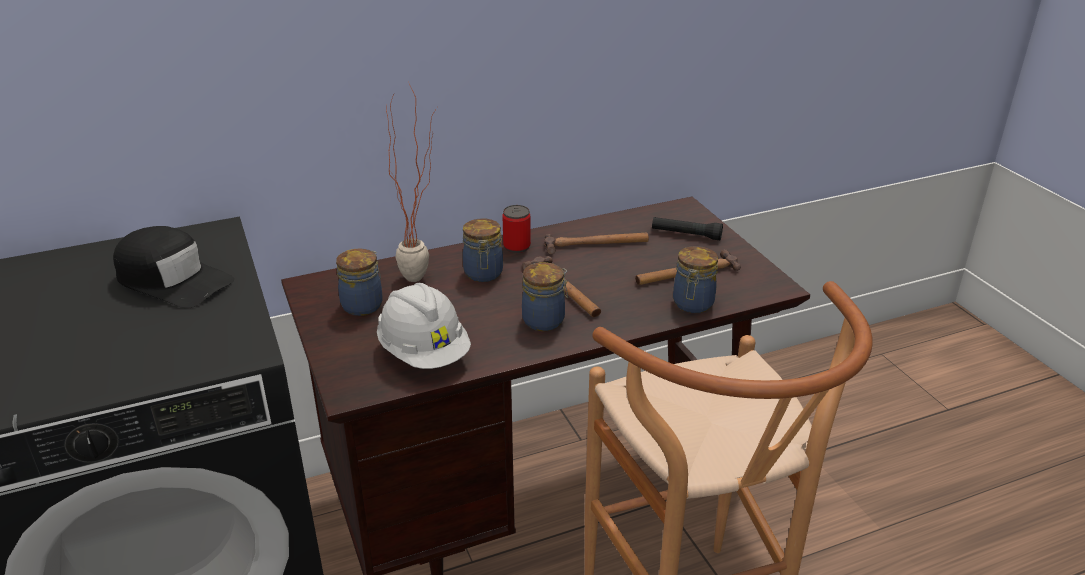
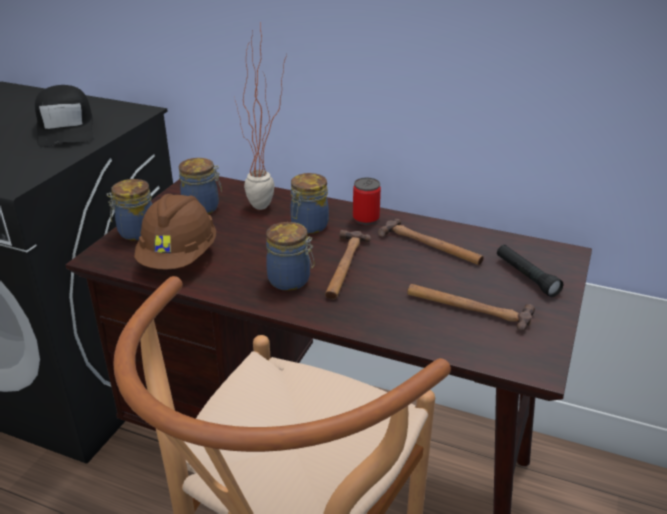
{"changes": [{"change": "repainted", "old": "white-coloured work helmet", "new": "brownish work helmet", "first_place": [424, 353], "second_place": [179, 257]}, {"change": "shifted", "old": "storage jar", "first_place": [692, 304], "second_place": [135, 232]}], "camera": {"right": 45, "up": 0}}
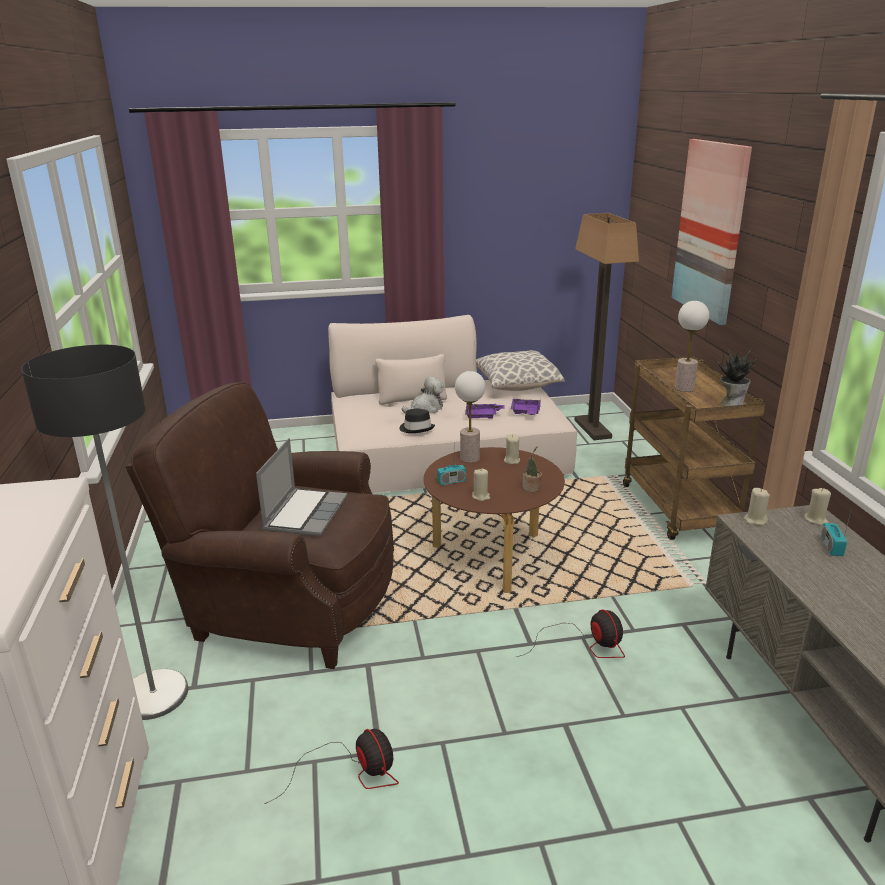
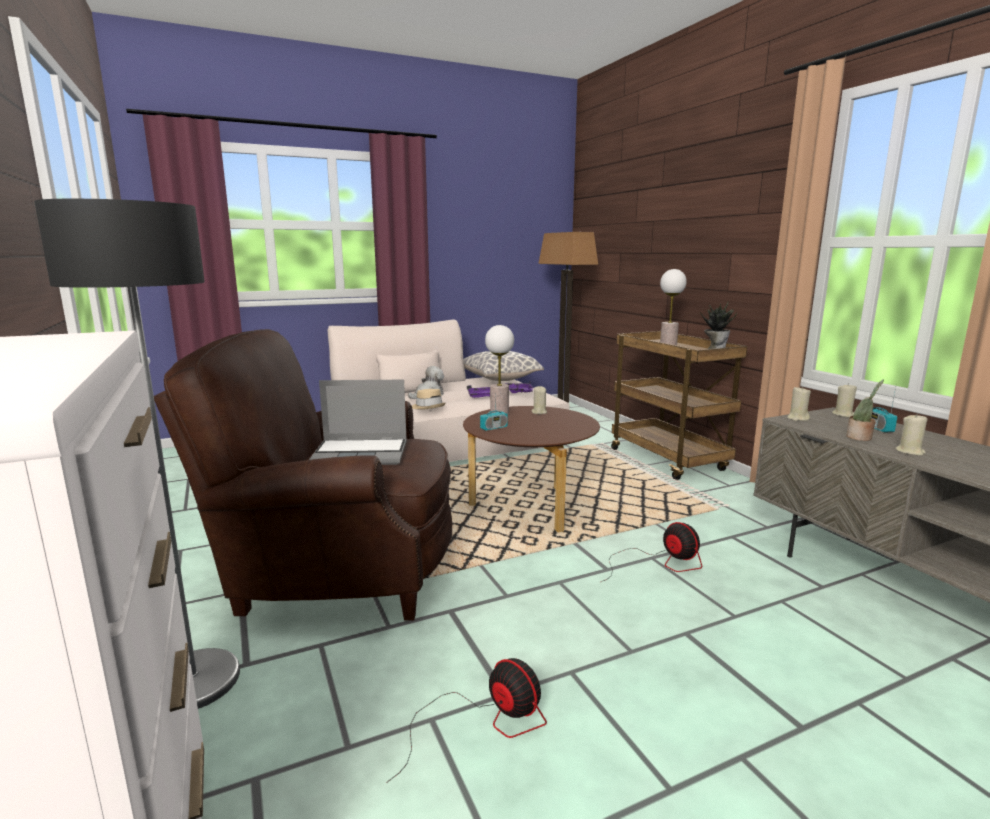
{"changes": [{"change": "rotated", "old": "notebook computer", "first_place": [305, 513], "second_place": [362, 453], "degrees": 90}, {"change": "repainted", "old": "blackish clothing hat", "new": "sand-coloured clothing hat", "first_place": [416, 428], "second_place": [428, 407]}, {"change": "shifted", "old": "sand-coloured wax light", "first_place": [481, 496], "second_place": [910, 452]}, {"change": "shifted", "old": "houseplant", "first_place": [532, 488], "second_place": [860, 438]}, {"change": "gone", "old": "wall art", "first_place": [710, 230]}], "camera": {"right": -15, "up": -10}}
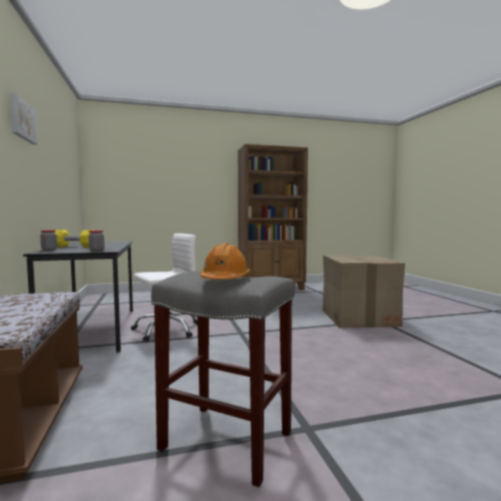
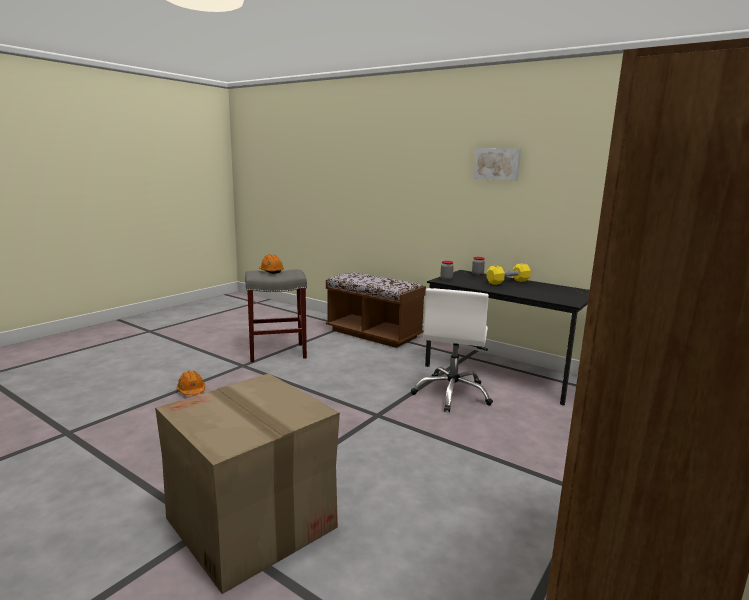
{"changes": [{"change": "new", "new": "orange-coloured work helmet", "second_place": [191, 390]}], "camera": {"right": 140, "up": 10}}
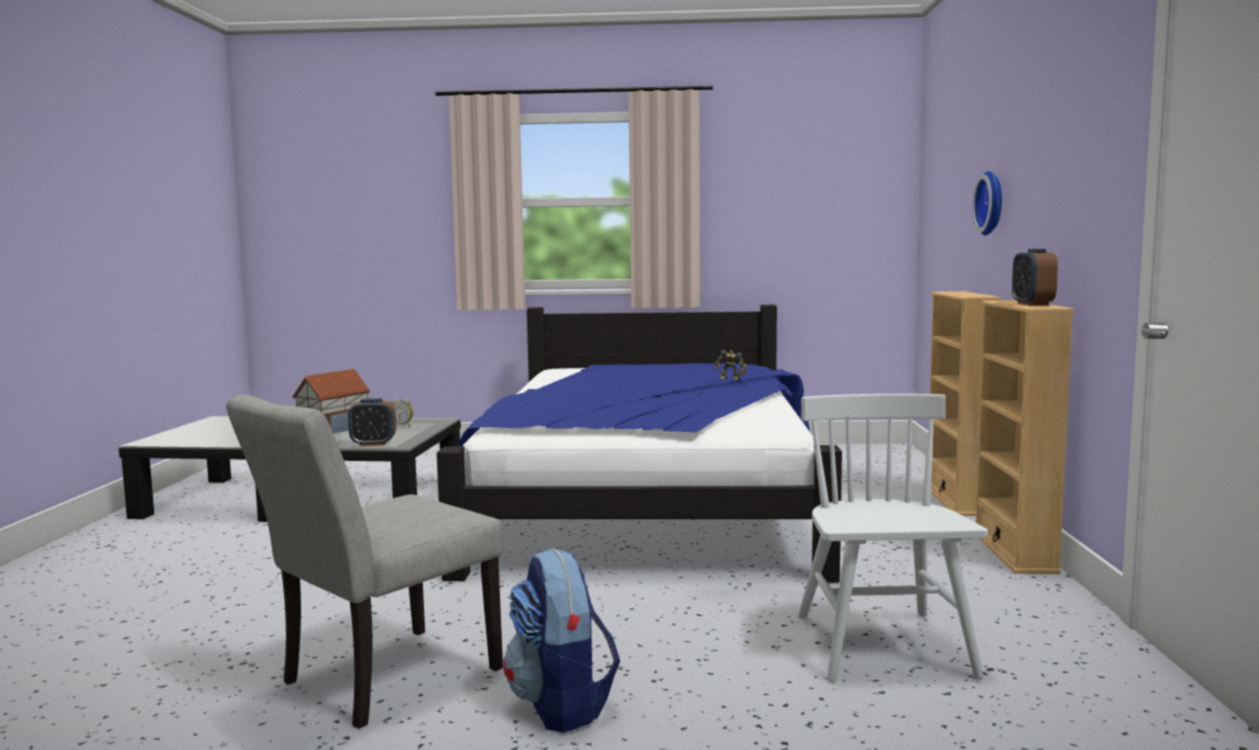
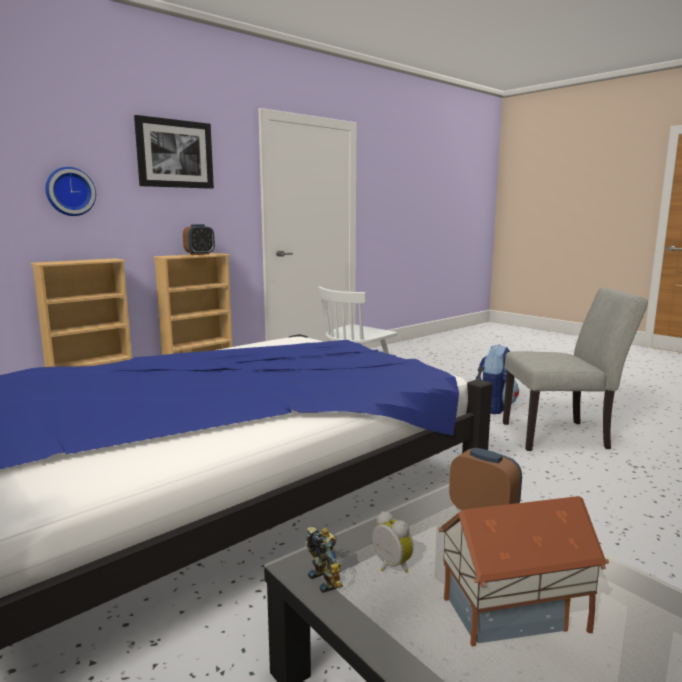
{"changes": [{"change": "shifted", "old": "model robot", "first_place": [730, 379], "second_place": [327, 579]}, {"change": "new", "new": "wall art", "second_place": [175, 154]}], "camera": {"right": -135, "up": 5}}
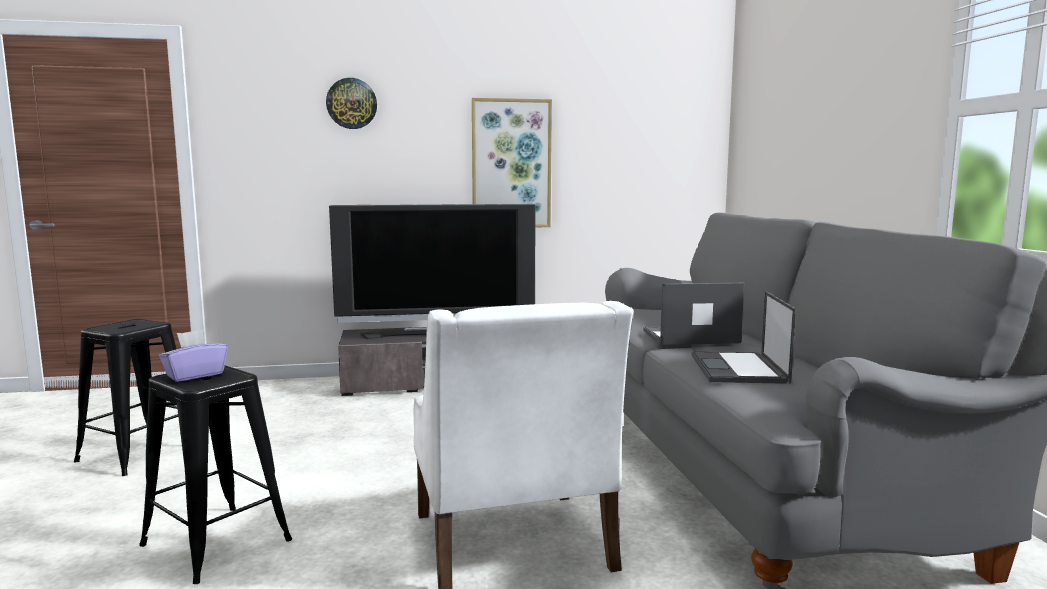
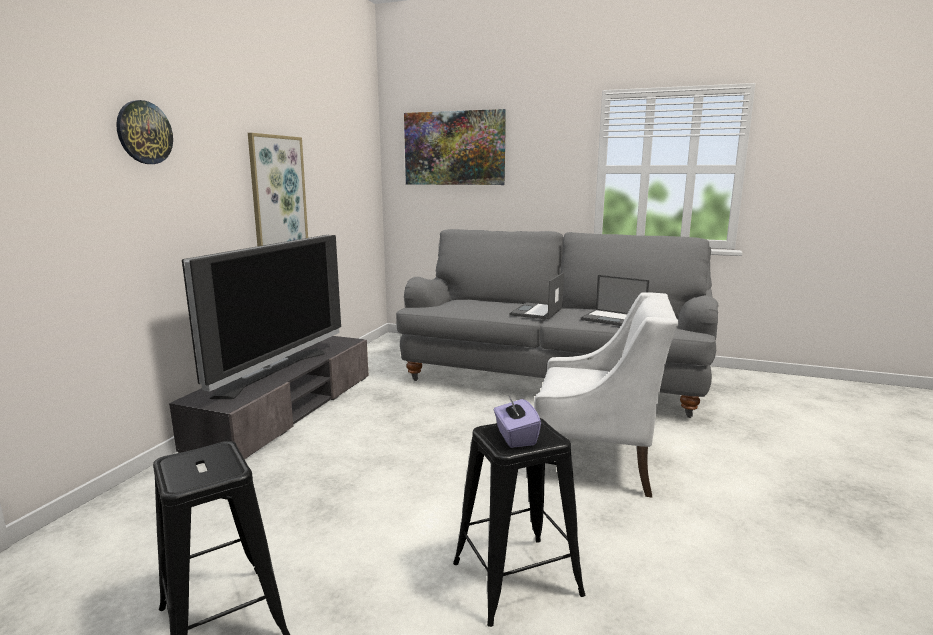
{"changes": [{"change": "new", "new": "wall art", "second_place": [454, 148]}], "camera": {"right": -60, "up": 5}}
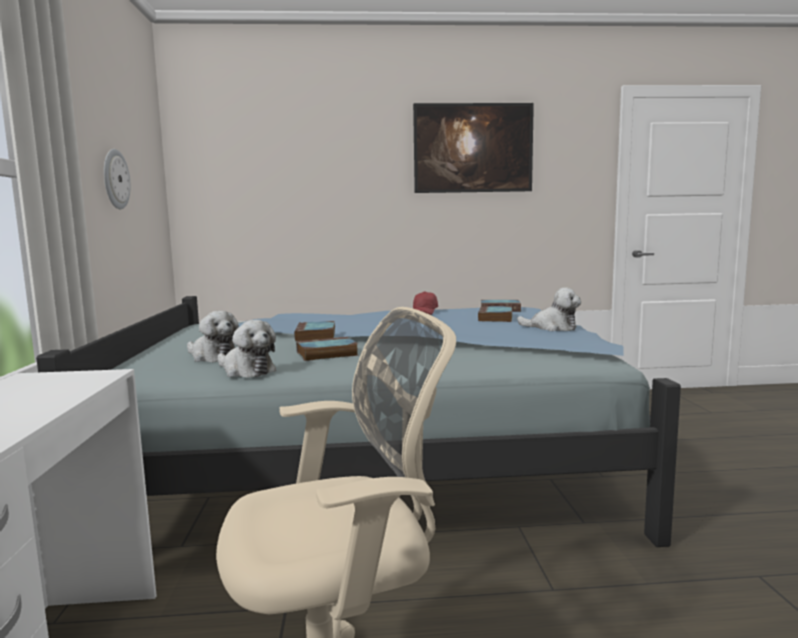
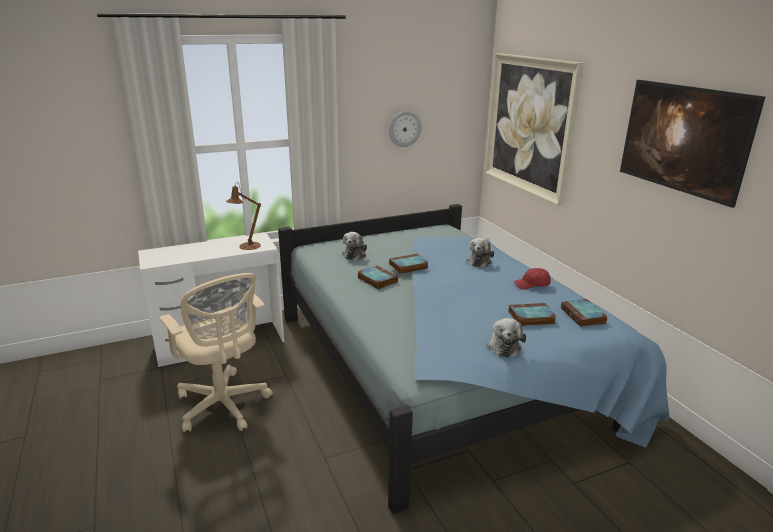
{"changes": [{"change": "shifted", "old": "soft toy", "first_place": [246, 371], "second_place": [479, 261]}, {"change": "new", "new": "brownish lamp for a table", "second_place": [247, 247]}, {"change": "new", "new": "wall art", "second_place": [529, 125]}], "camera": {"right": 70, "up": 15}}
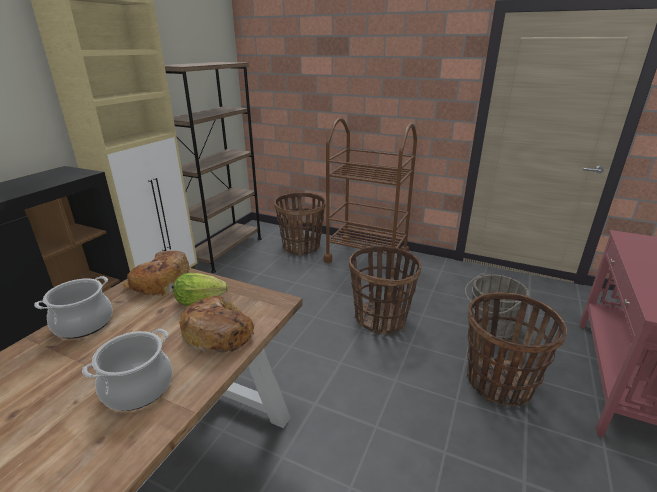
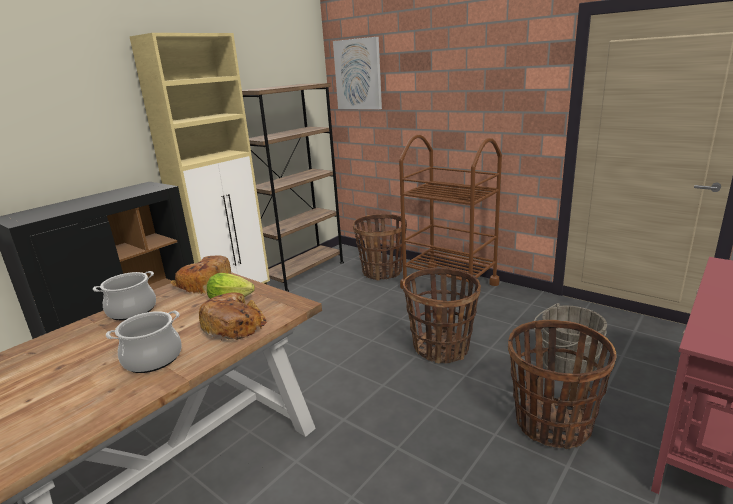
{"changes": [{"change": "new", "new": "wall art", "second_place": [358, 74]}], "camera": {"right": 15, "up": -5}}
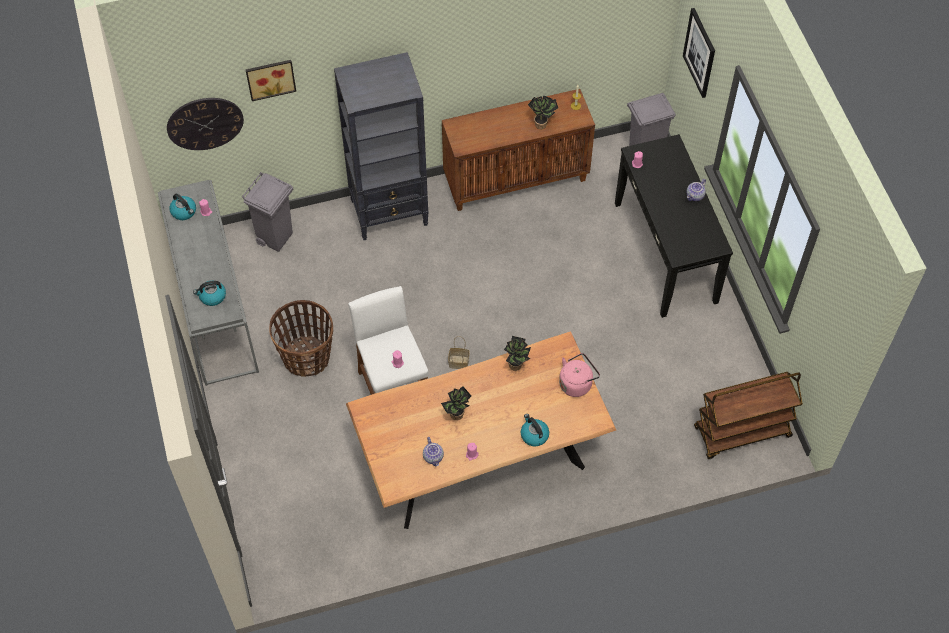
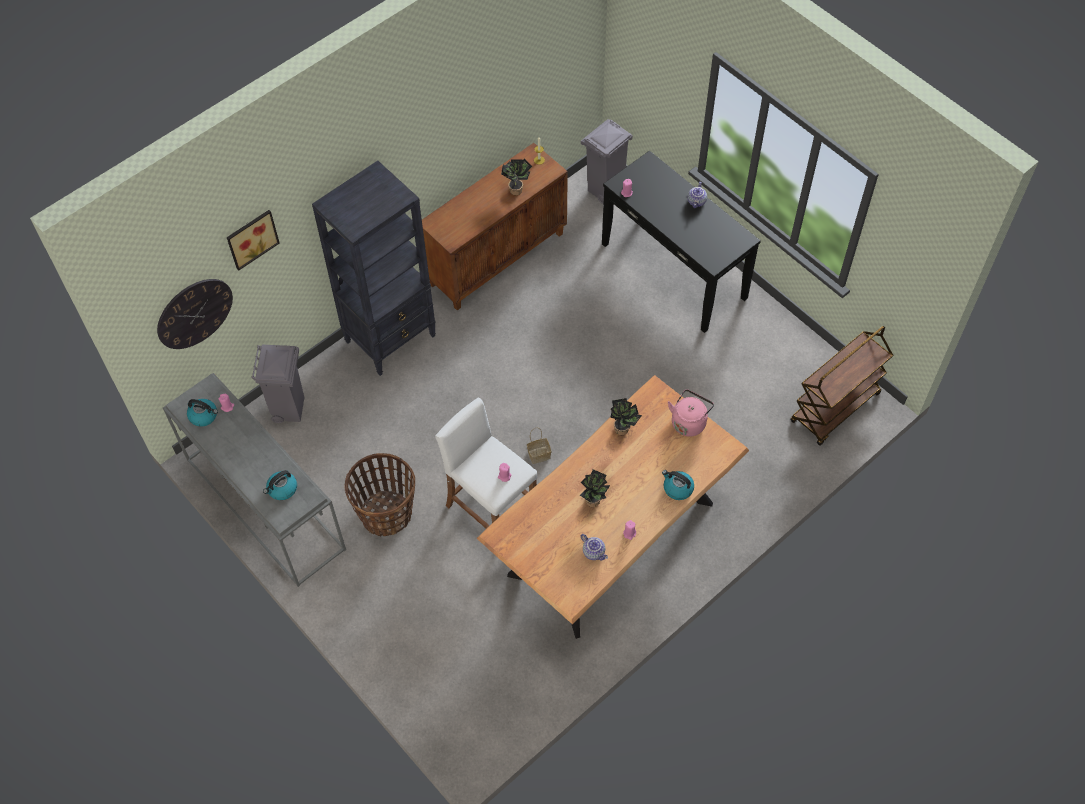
{"changes": [{"change": "gone", "old": "wall art", "first_place": [700, 53]}], "camera": {"right": -25, "up": 0}}
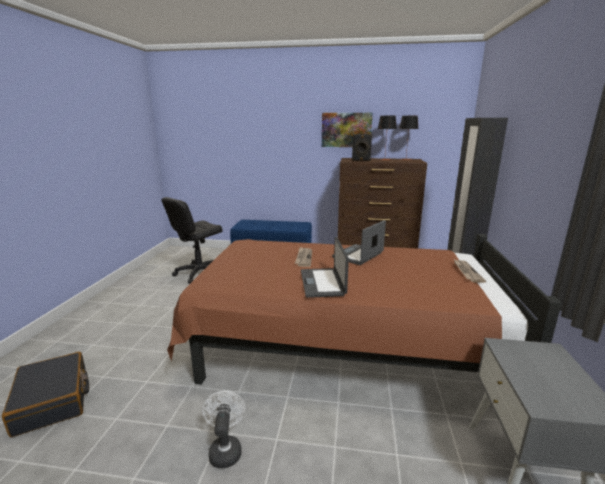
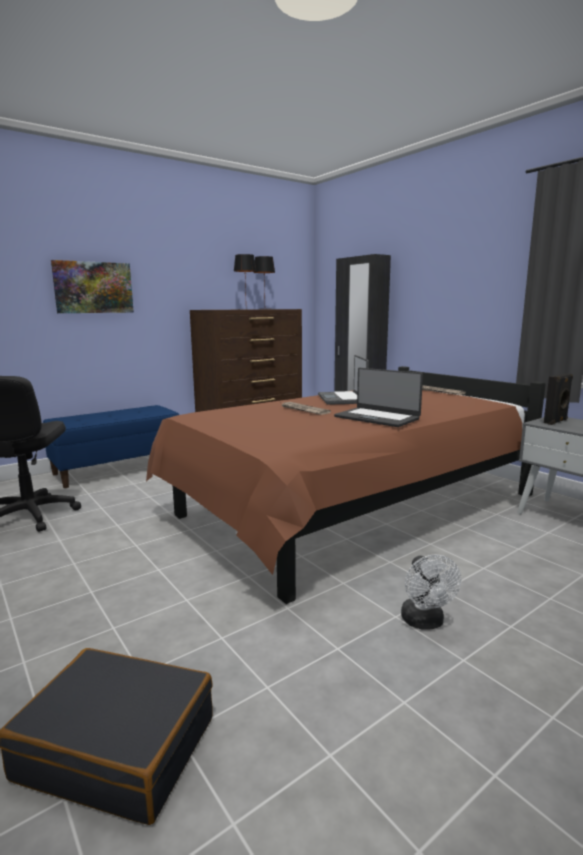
{"changes": [{"change": "rotated", "old": "white-coloured electric fan", "first_place": [225, 449], "second_place": [425, 622], "degrees": -135}, {"change": "shifted", "old": "wall art", "first_place": [346, 130], "second_place": [93, 287]}, {"change": "shifted", "old": "blackish speaker", "first_place": [361, 160], "second_place": [556, 421]}], "camera": {"right": -45, "up": -5}}
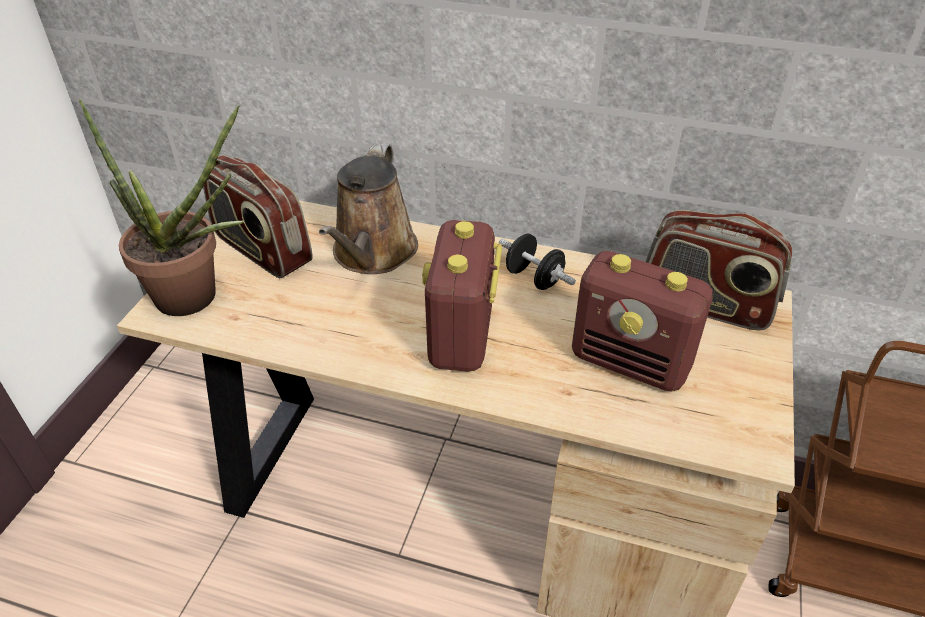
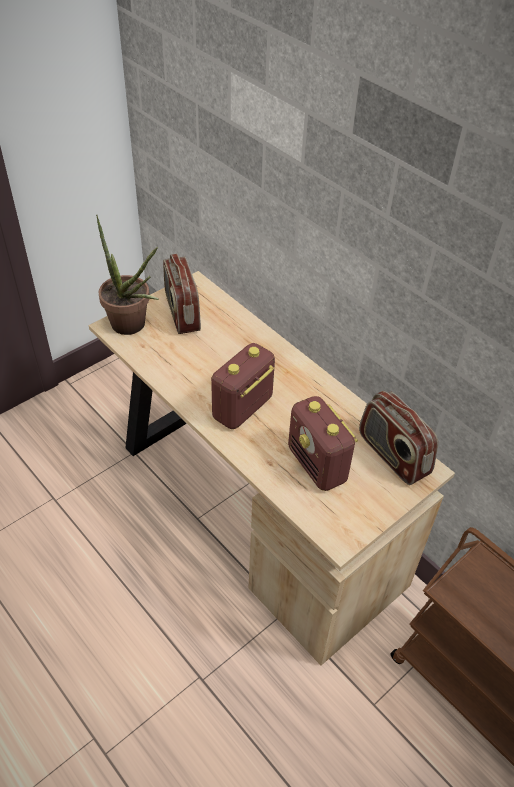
{"changes": [{"change": "gone", "old": "brownish sprinkling can", "first_place": [372, 254]}, {"change": "gone", "old": "blackish dumbbell", "first_place": [534, 278]}], "camera": {"right": 30, "up": 5}}
